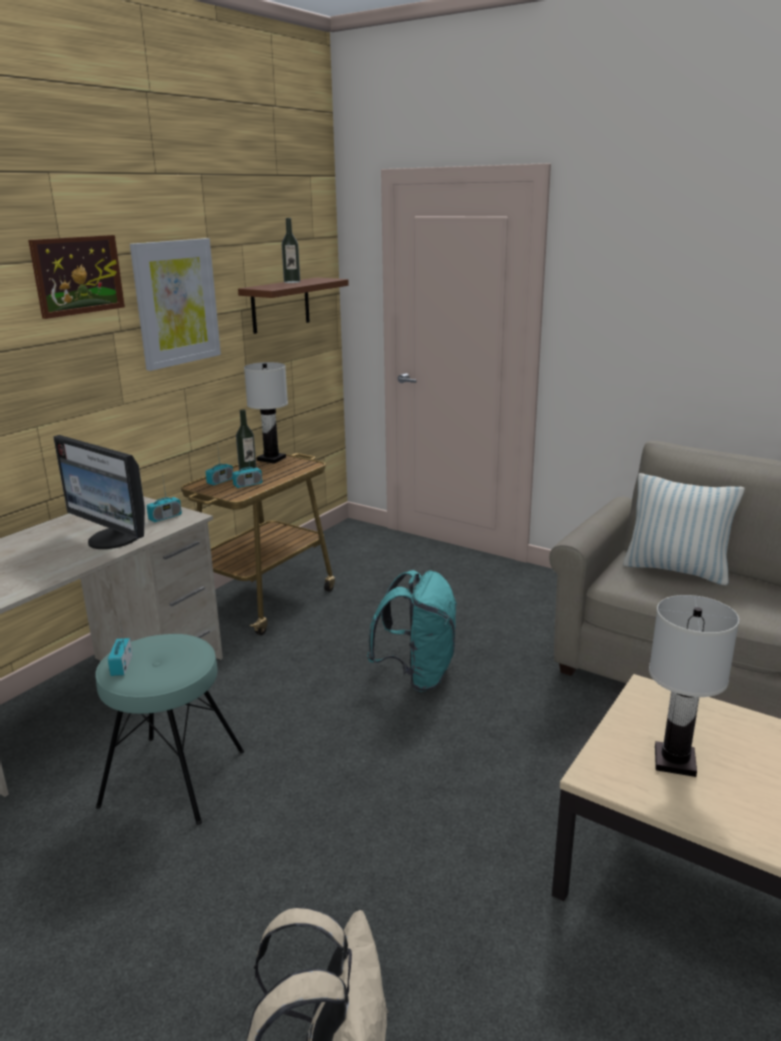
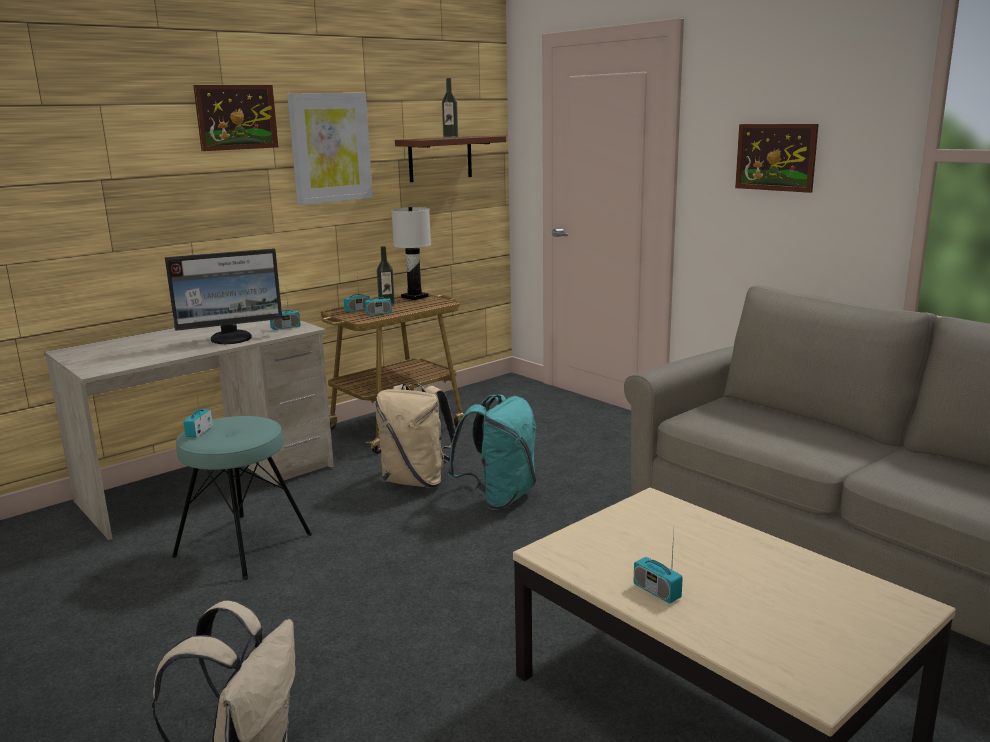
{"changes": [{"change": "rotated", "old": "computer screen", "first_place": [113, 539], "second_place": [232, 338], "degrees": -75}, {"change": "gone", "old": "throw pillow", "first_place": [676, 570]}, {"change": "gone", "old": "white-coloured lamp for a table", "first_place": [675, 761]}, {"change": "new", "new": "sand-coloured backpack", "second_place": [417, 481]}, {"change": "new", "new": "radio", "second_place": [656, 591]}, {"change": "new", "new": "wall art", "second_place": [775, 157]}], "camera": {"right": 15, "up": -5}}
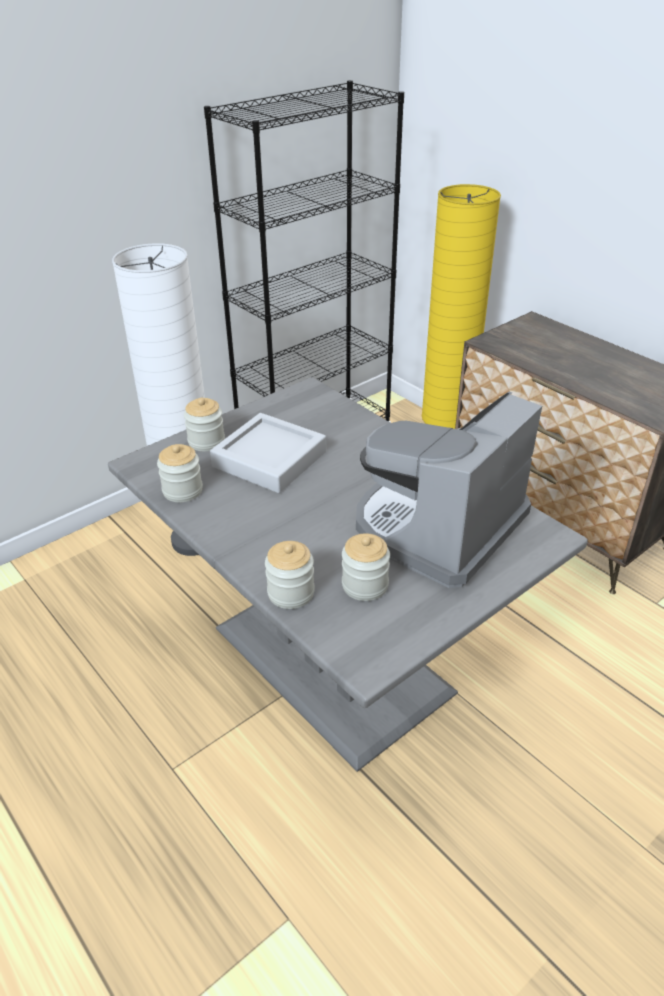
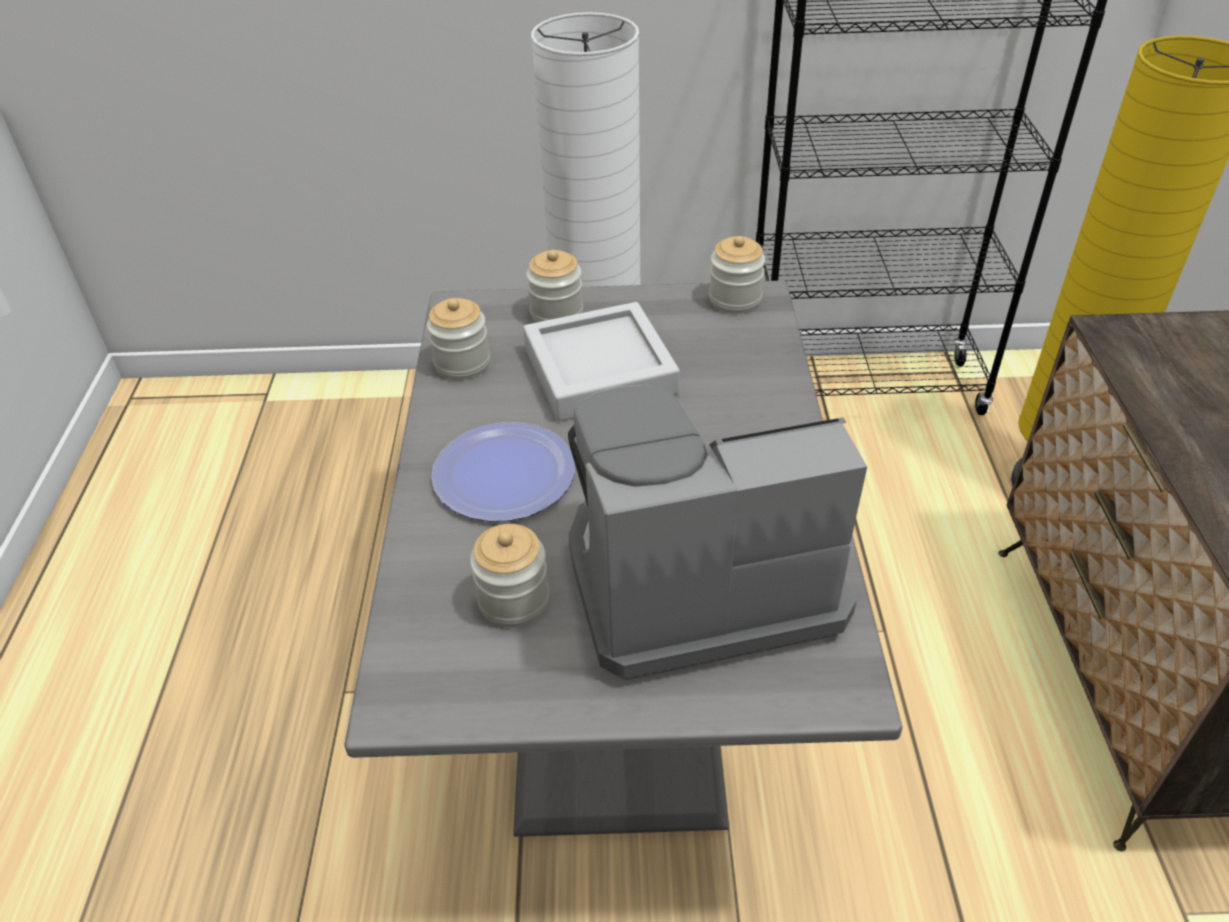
{"changes": [{"change": "shifted", "old": "storage jar", "first_place": [291, 593], "second_place": [735, 300]}, {"change": "new", "new": "flat dish", "second_place": [504, 474]}], "camera": {"right": 40, "up": 5}}
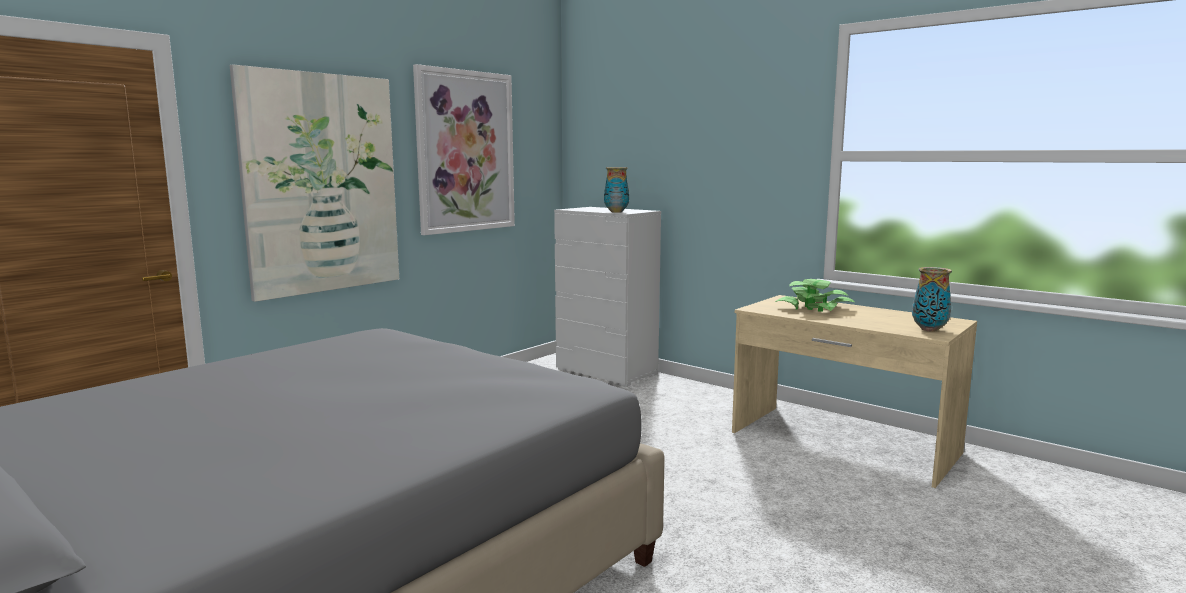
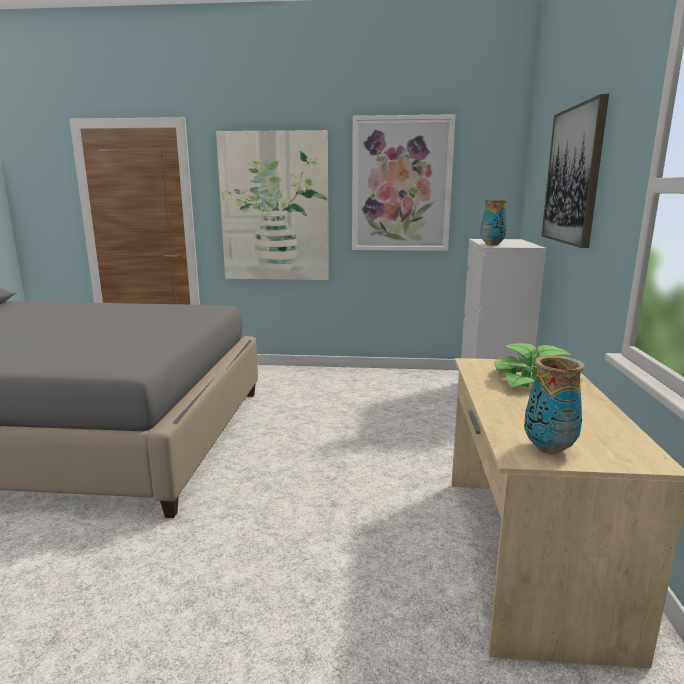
{"changes": [{"change": "new", "new": "wall art", "second_place": [573, 176]}], "camera": {"right": 55, "up": 5}}
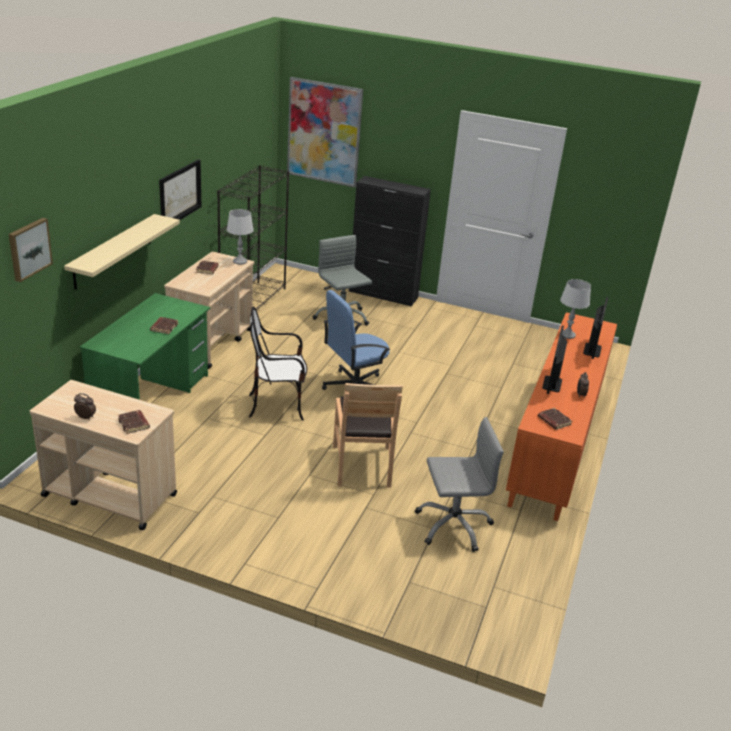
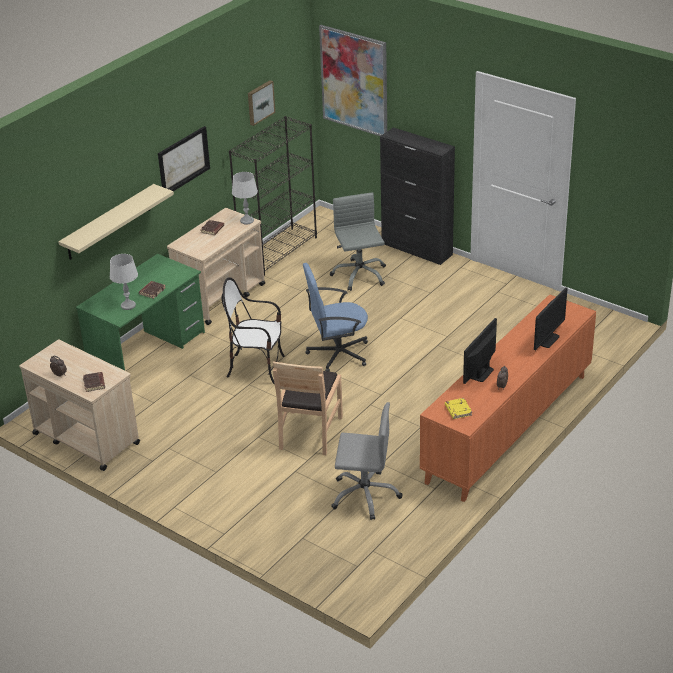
{"changes": [{"change": "shifted", "old": "wall art", "first_place": [29, 248], "second_place": [260, 102]}, {"change": "repainted", "old": "brownish volume", "new": "yellowish volume", "first_place": [553, 421], "second_place": [457, 410]}, {"change": "shifted", "old": "grey lamp for a table", "first_place": [567, 335], "second_place": [128, 305]}], "camera": {"right": 20, "up": 5}}
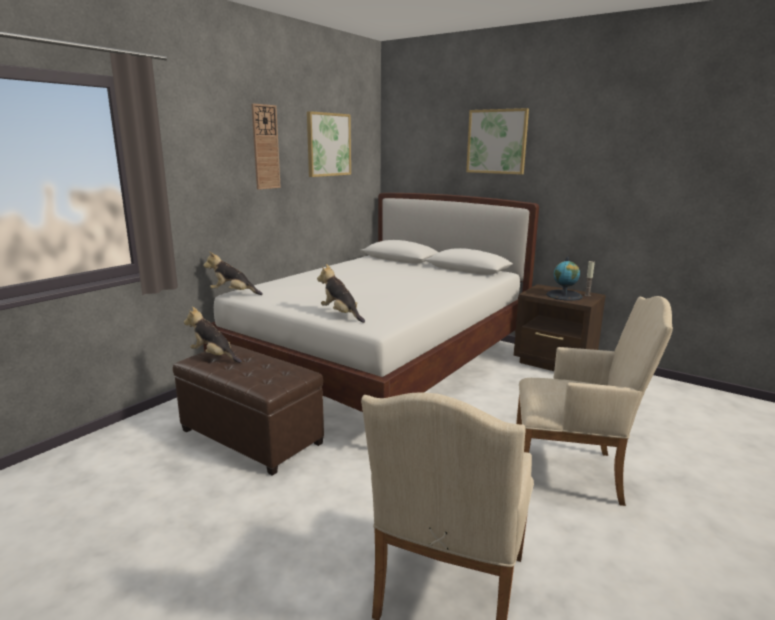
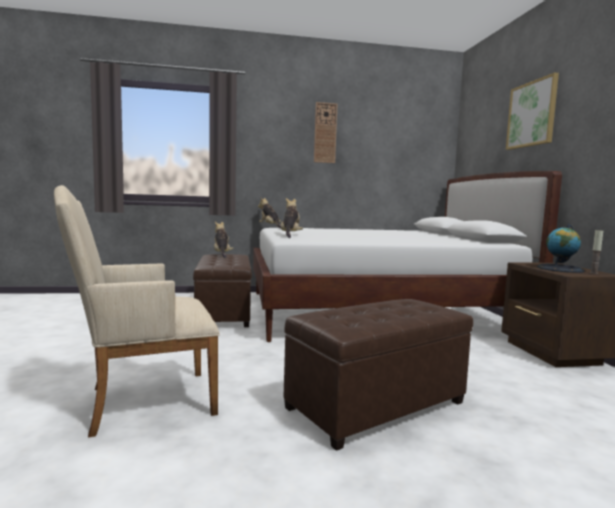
{"changes": [{"change": "gone", "old": "wall art", "first_place": [328, 144]}, {"change": "swapped", "old": "sand-coloured armchair", "new": "brownish ottoman", "first_place": [574, 472], "second_place": [377, 405]}], "camera": {"right": 45, "up": -10}}
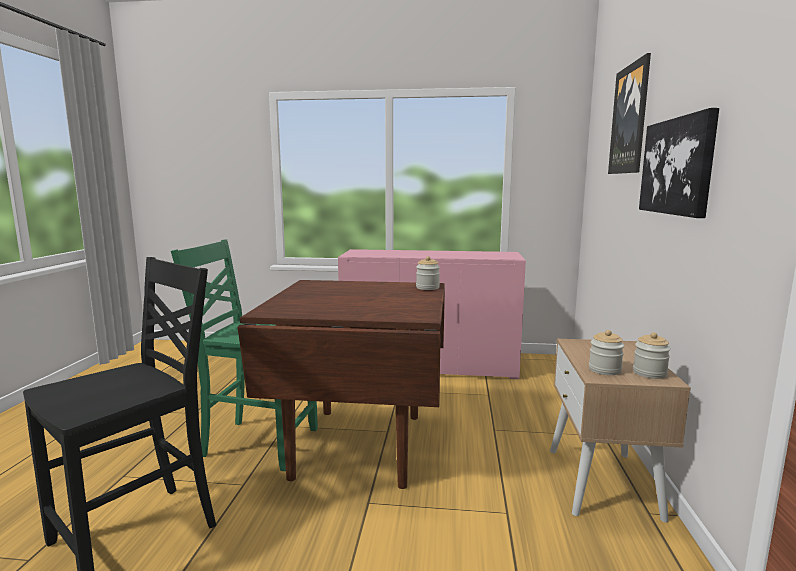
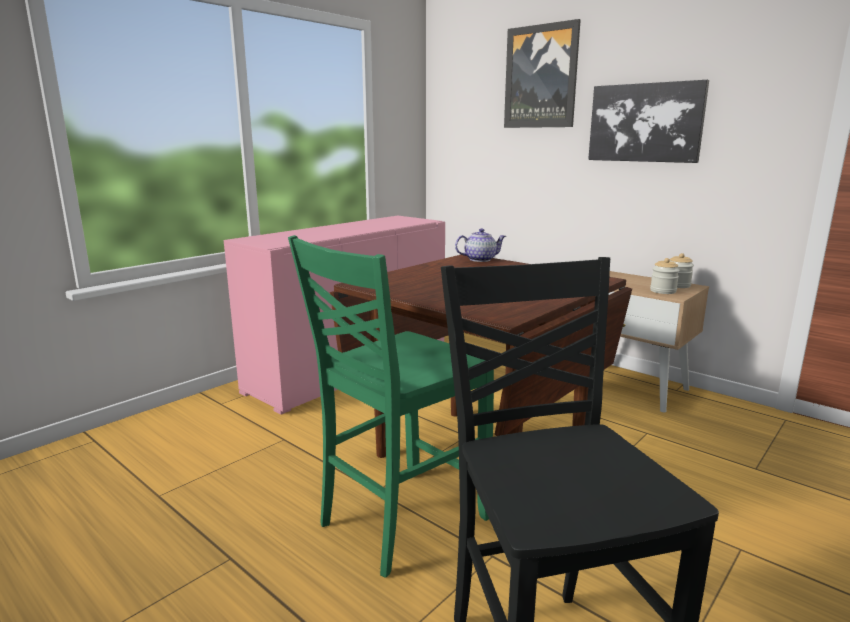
{"changes": [{"change": "swapped", "old": "storage jar", "new": "tea pot", "first_place": [427, 288], "second_place": [480, 259]}], "camera": {"right": -55, "up": 5}}
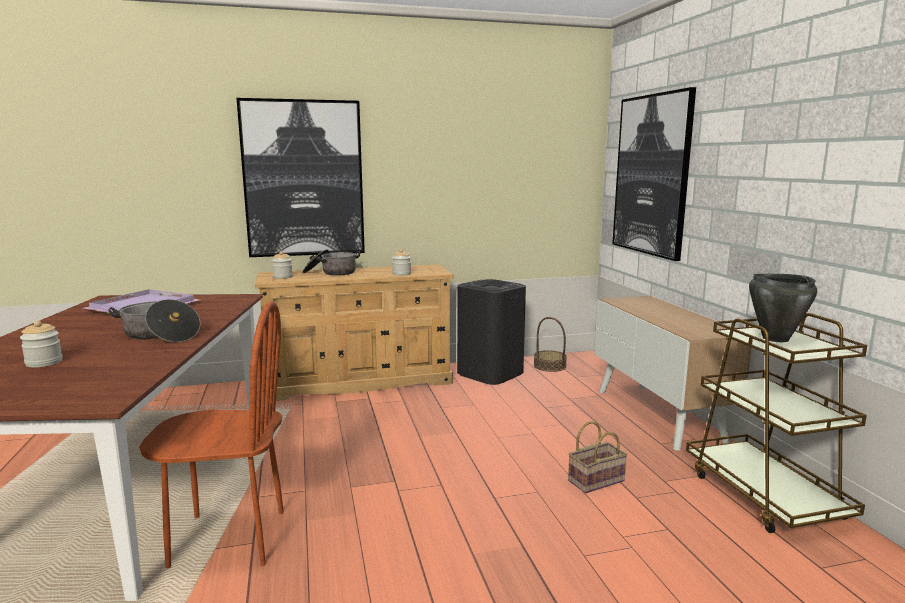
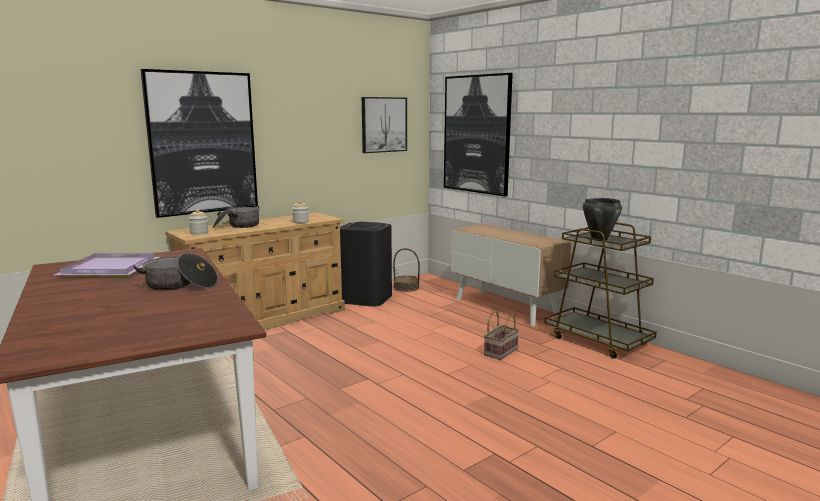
{"changes": [{"change": "gone", "old": "storage jar", "first_place": [44, 362]}, {"change": "gone", "old": "brownish chair", "first_place": [228, 539]}, {"change": "new", "new": "wall art", "second_place": [383, 124]}], "camera": {"right": -25, "up": 0}}
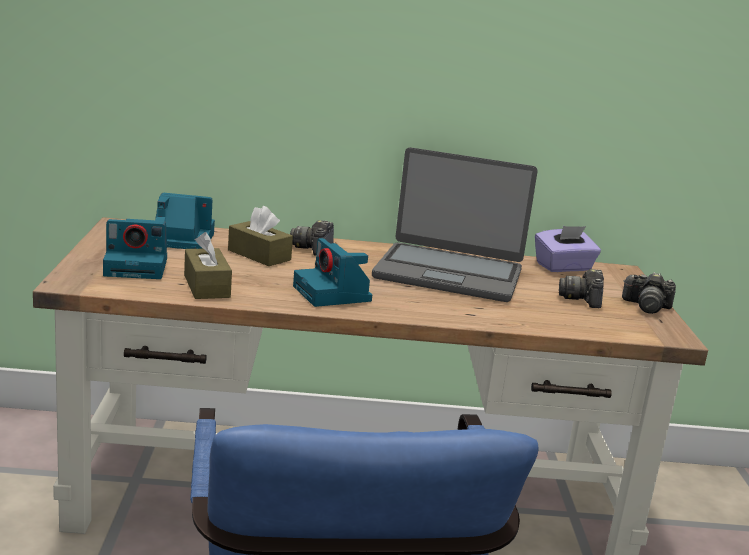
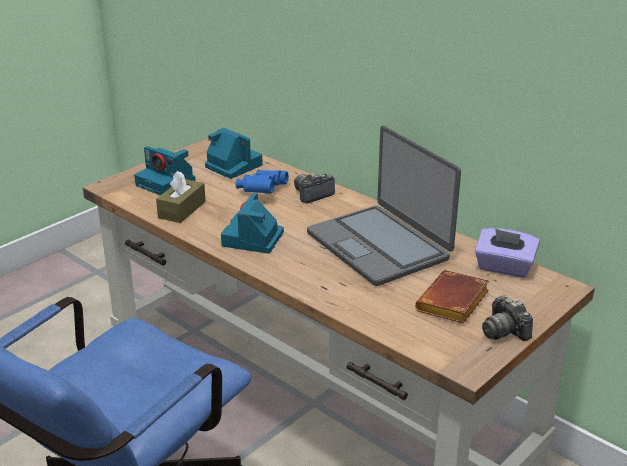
{"changes": [{"change": "swapped", "old": "brownish tissue box", "new": "blue field glasses", "first_place": [259, 255], "second_place": [261, 191]}, {"change": "swapped", "old": "photo camera", "new": "brownish volume", "first_place": [582, 299], "second_place": [453, 304]}], "camera": {"right": 45, "up": 10}}
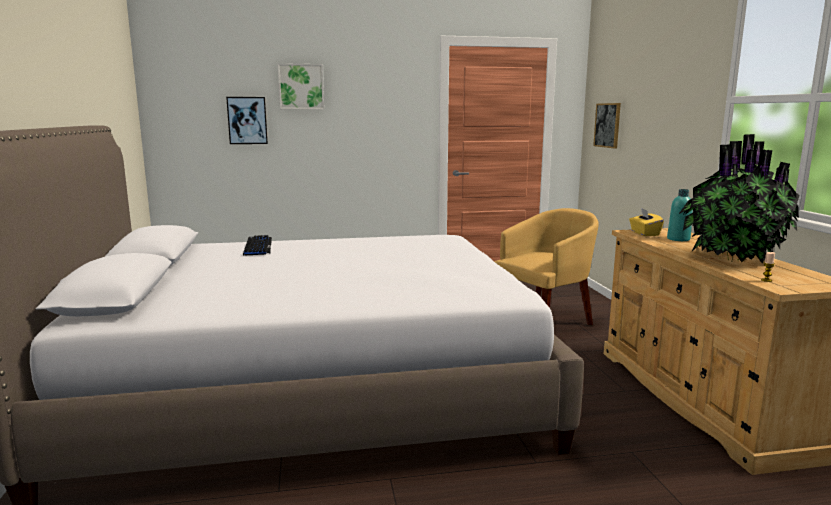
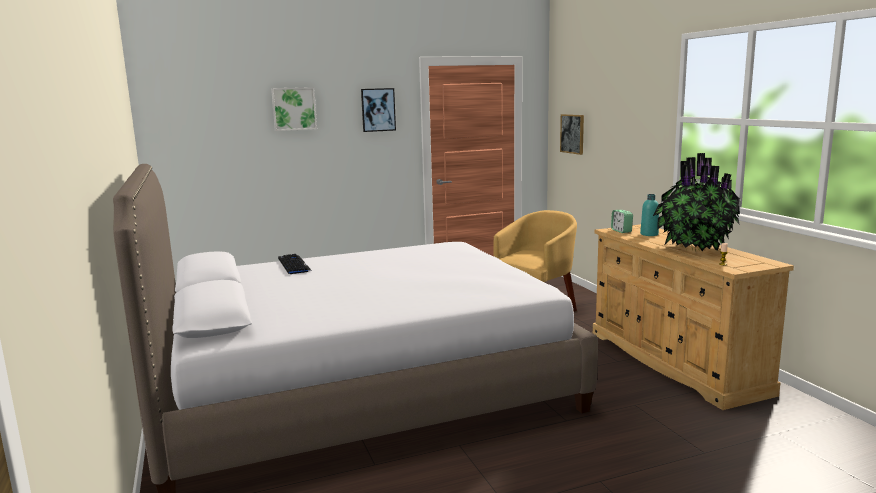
{"changes": [{"change": "shifted", "old": "wall art", "first_place": [247, 120], "second_place": [378, 109]}, {"change": "swapped", "old": "yellowish tissue box", "new": "alarm clock", "first_place": [644, 233], "second_place": [621, 231]}], "camera": {"right": -10, "up": 0}}
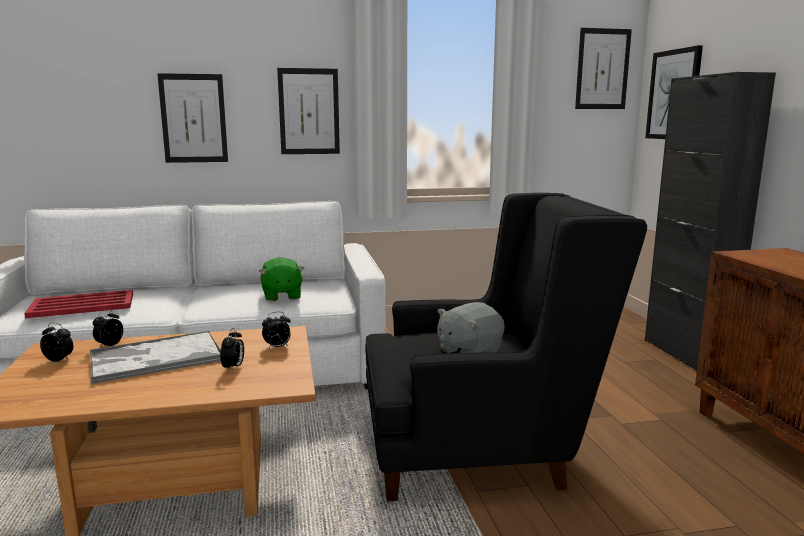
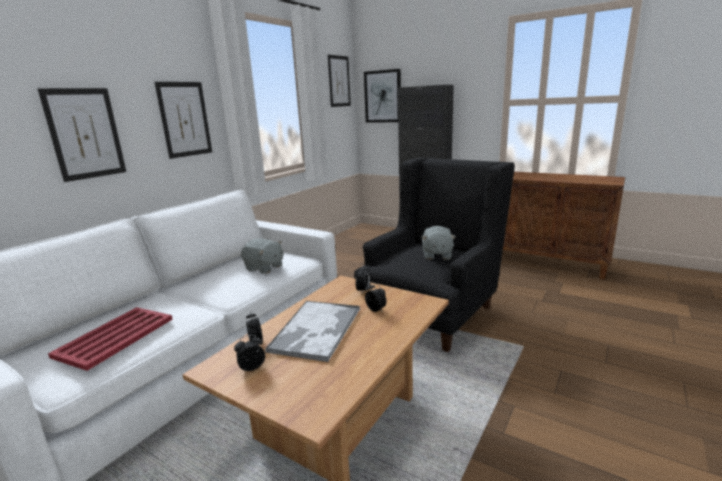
{"changes": [{"change": "repainted", "old": "greenish soft toy", "new": "grey soft toy", "first_place": [281, 296], "second_place": [264, 268]}], "camera": {"right": -45, "up": 5}}
